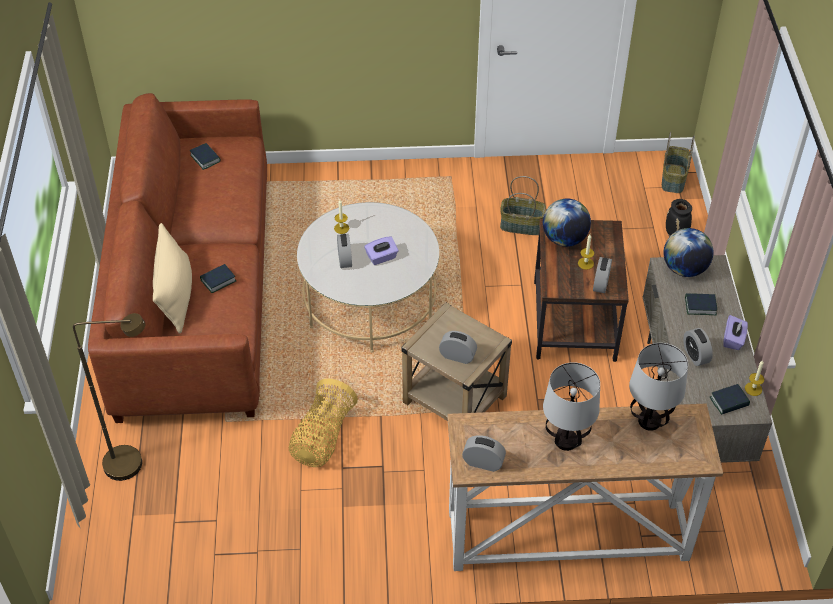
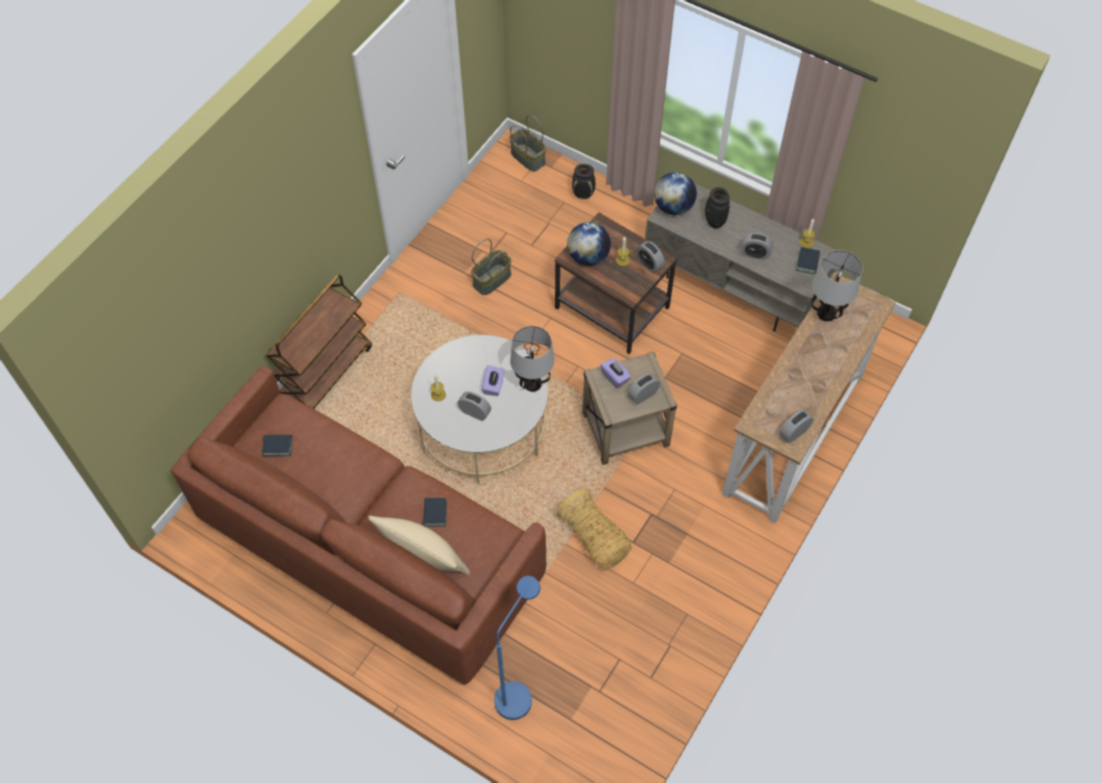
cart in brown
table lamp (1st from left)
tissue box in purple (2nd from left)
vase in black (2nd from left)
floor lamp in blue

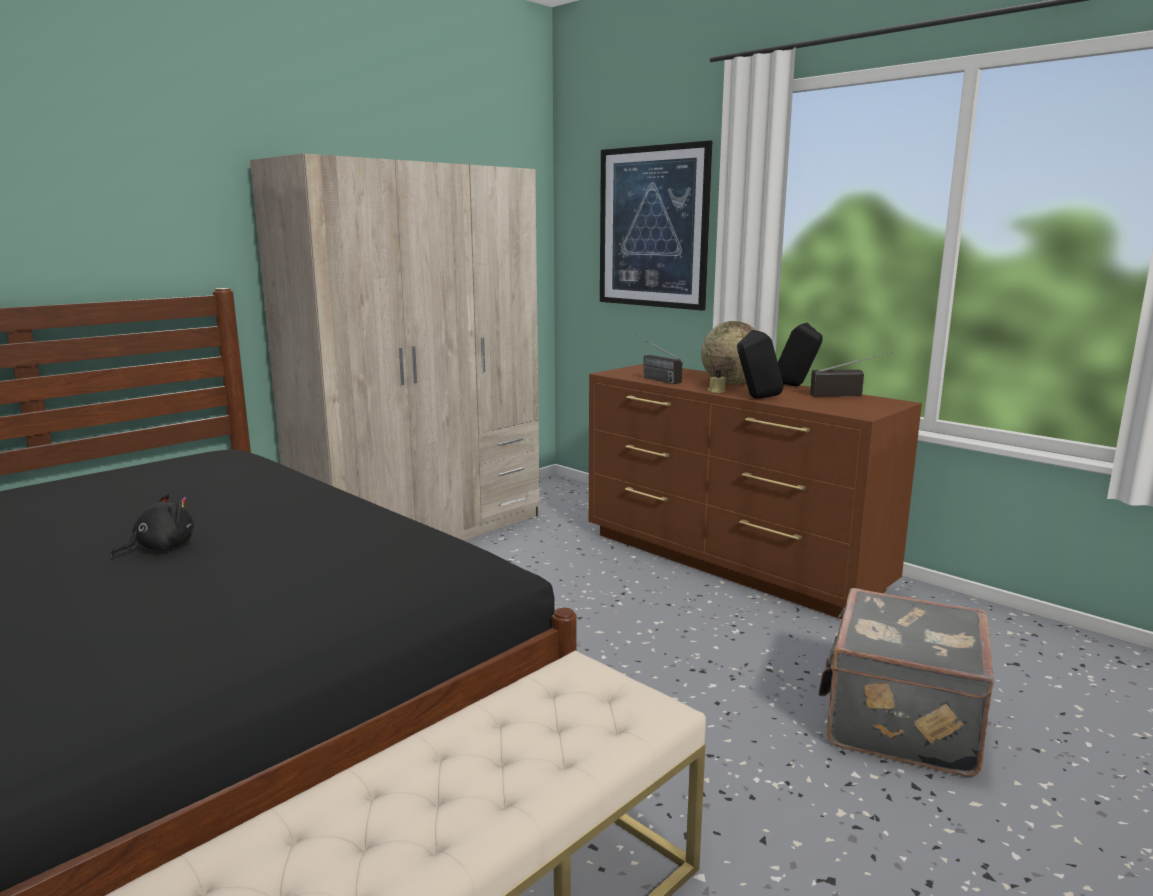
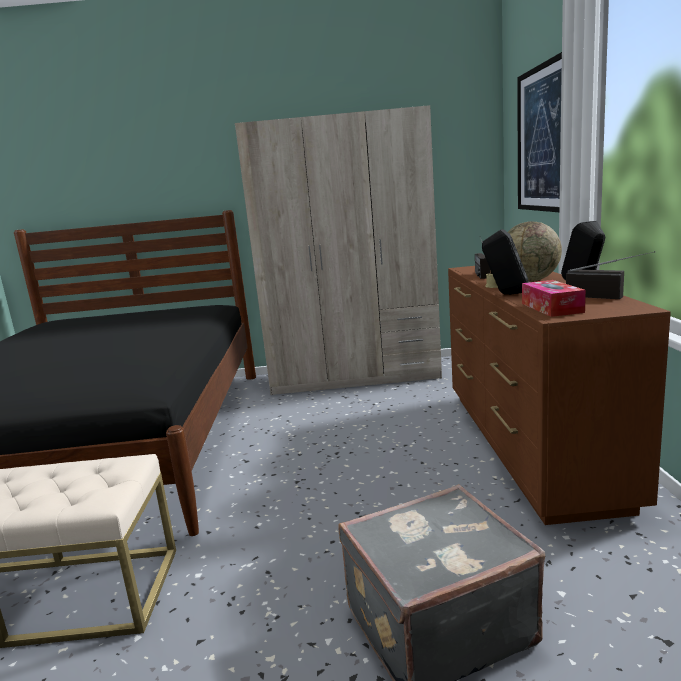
plush toy in black
tissue box

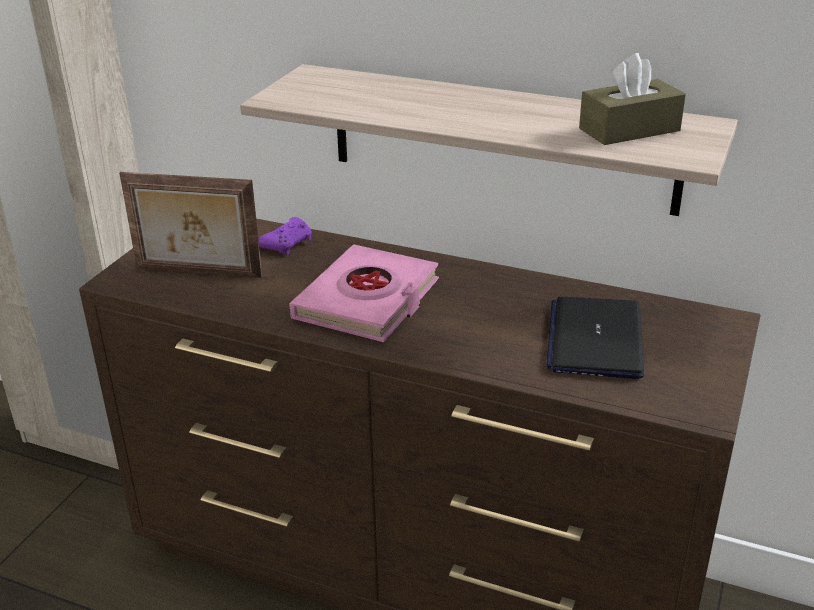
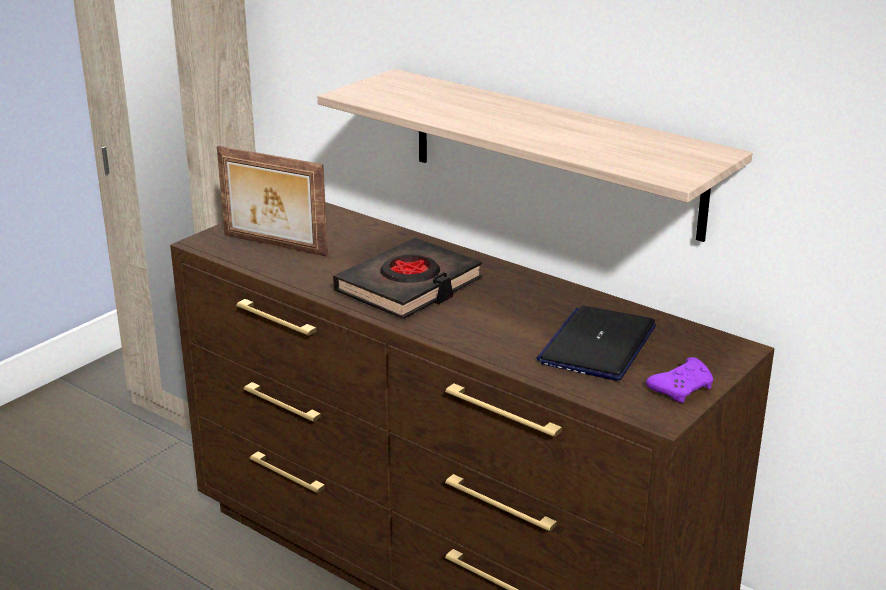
tissue box in brown
game controller in purple
book in black

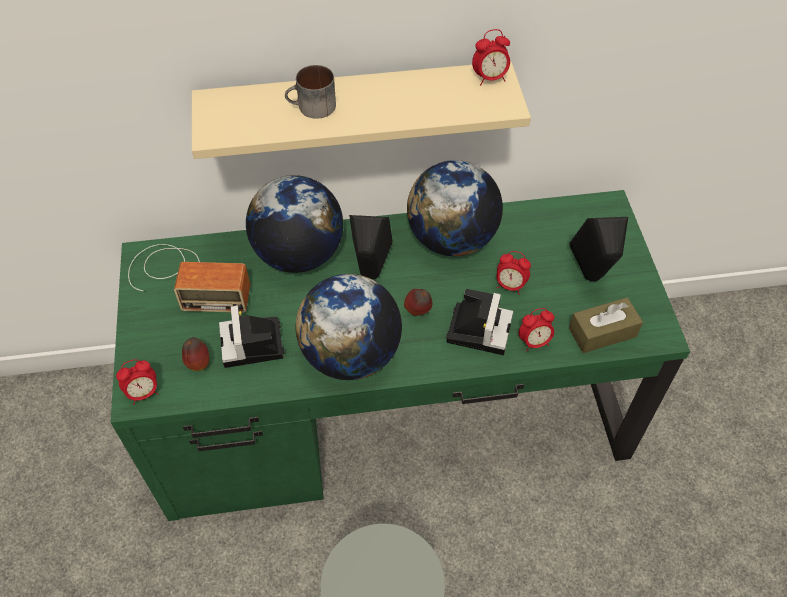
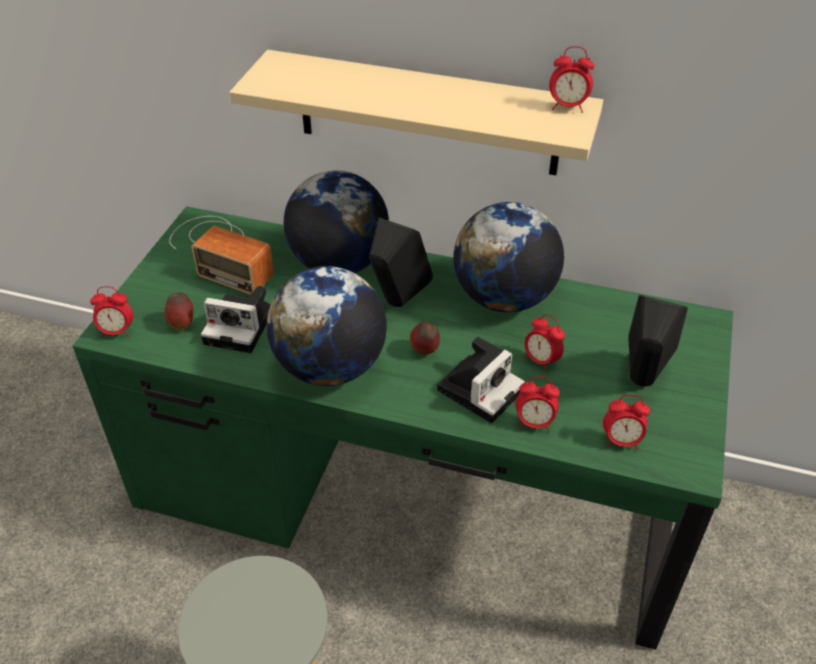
mug
alarm clock (5th from left)
photo camera (1st from left)

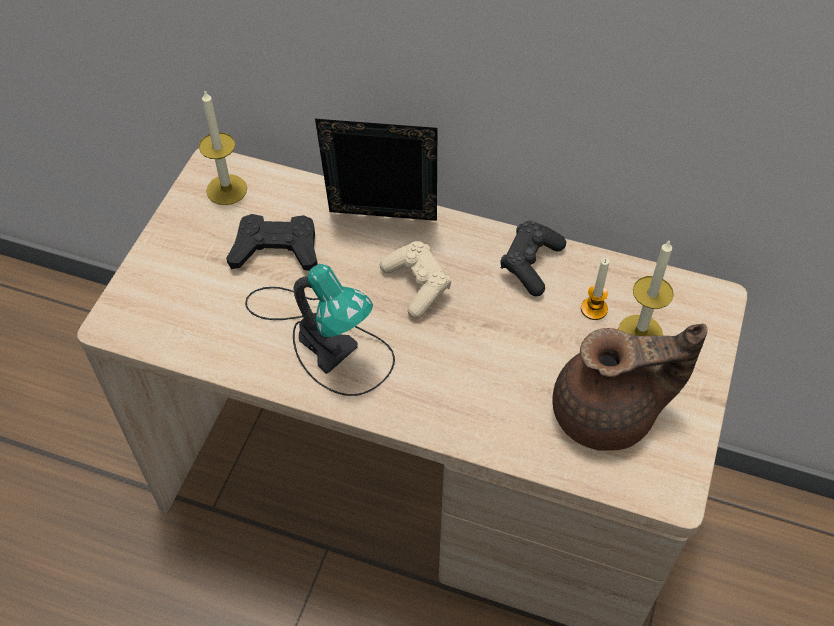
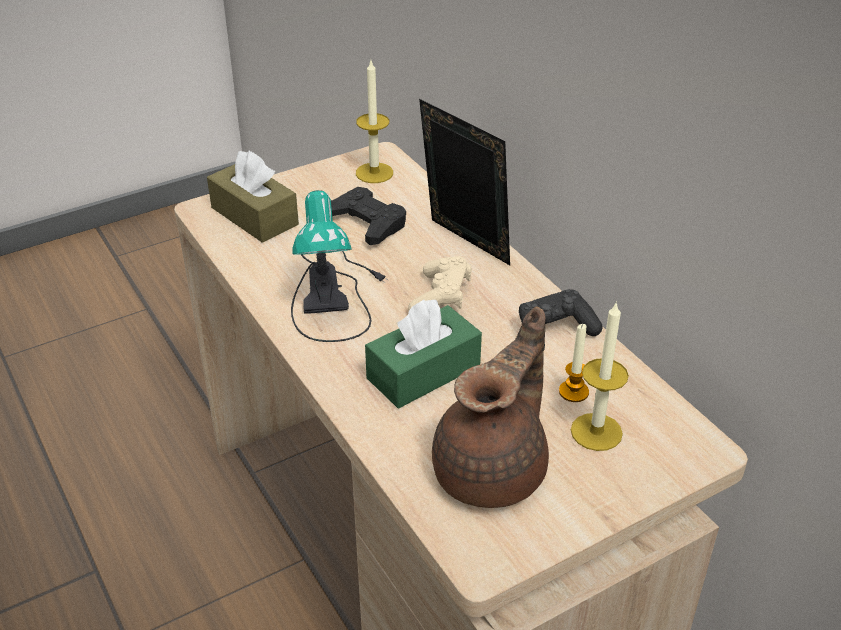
tissue box in brown
tissue box in green
teapot in brown

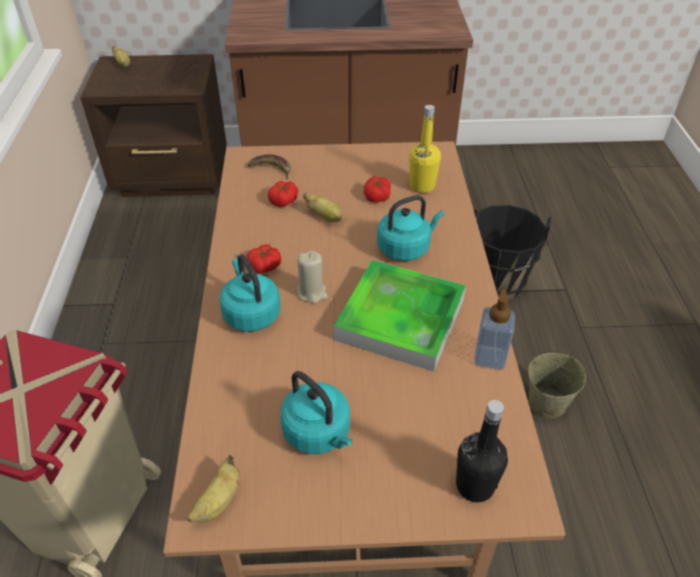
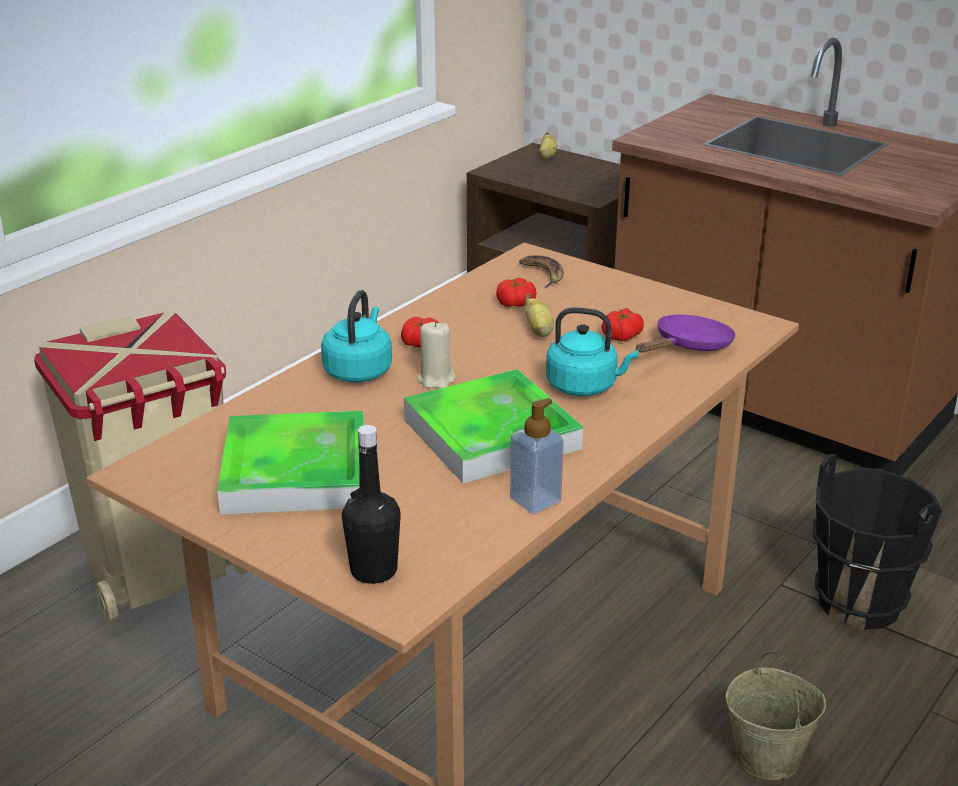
banana (2nd from left in the first image)
tray (1st from left)
frying pan in purple

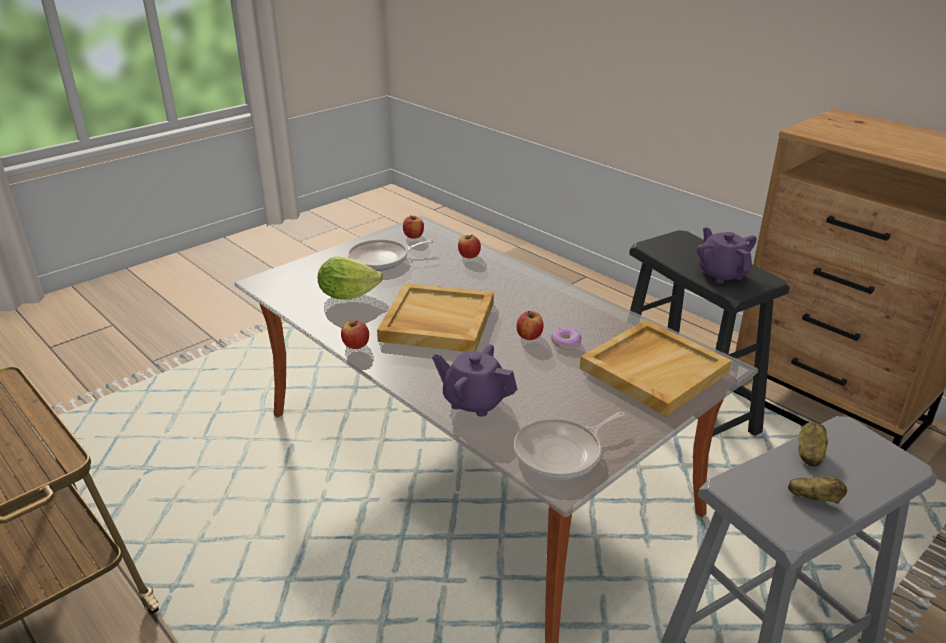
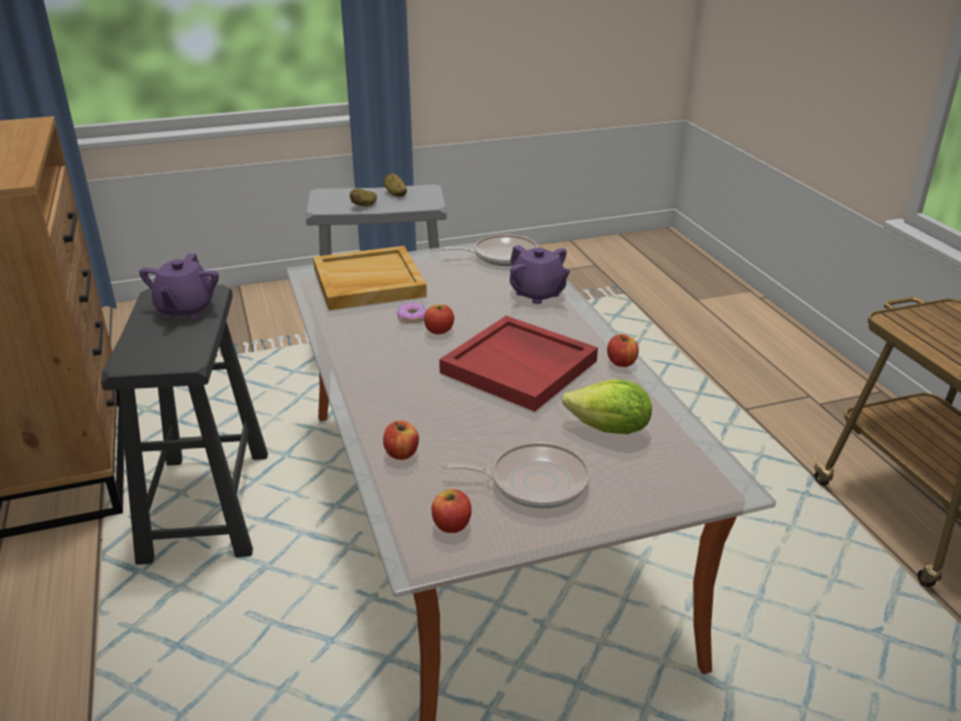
tray in red

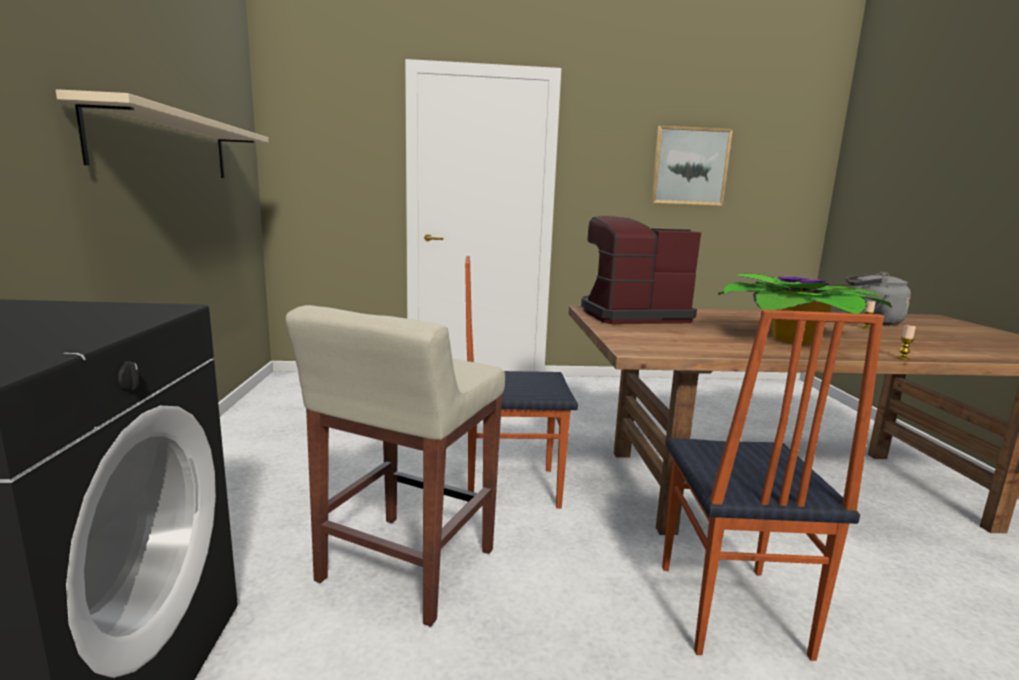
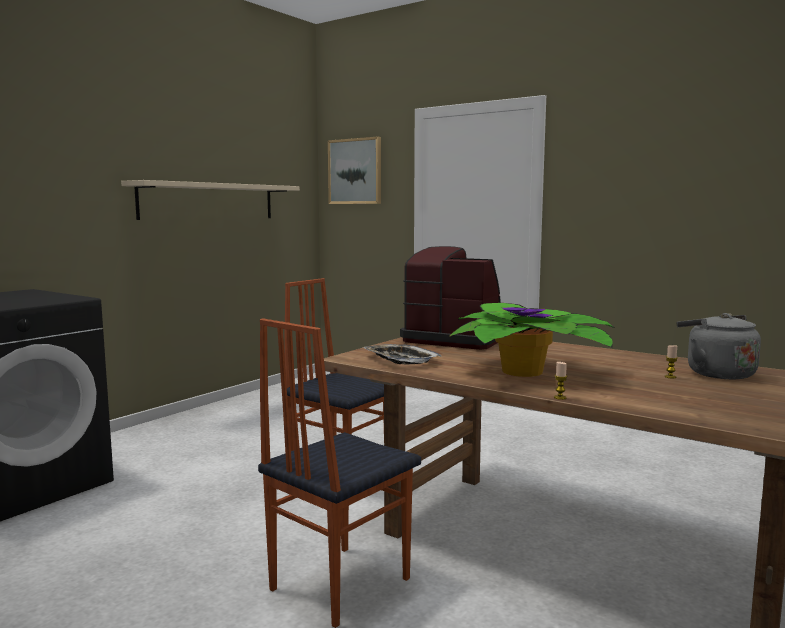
stool in beige
tray
picture

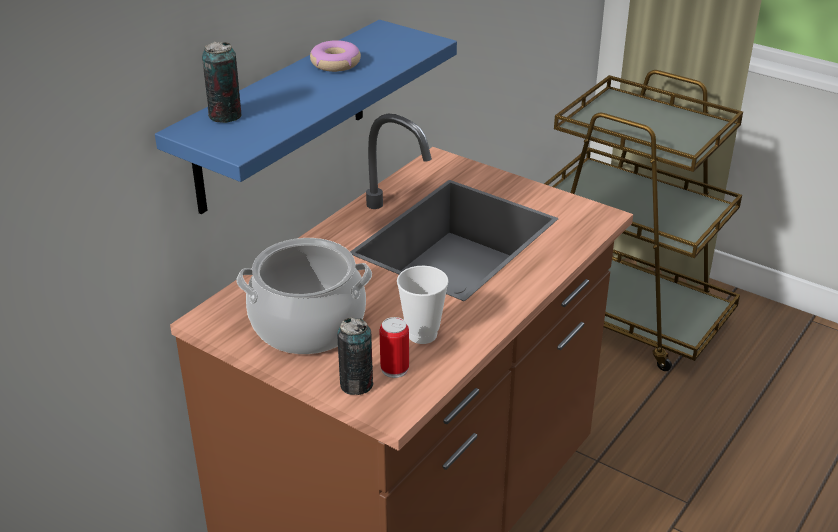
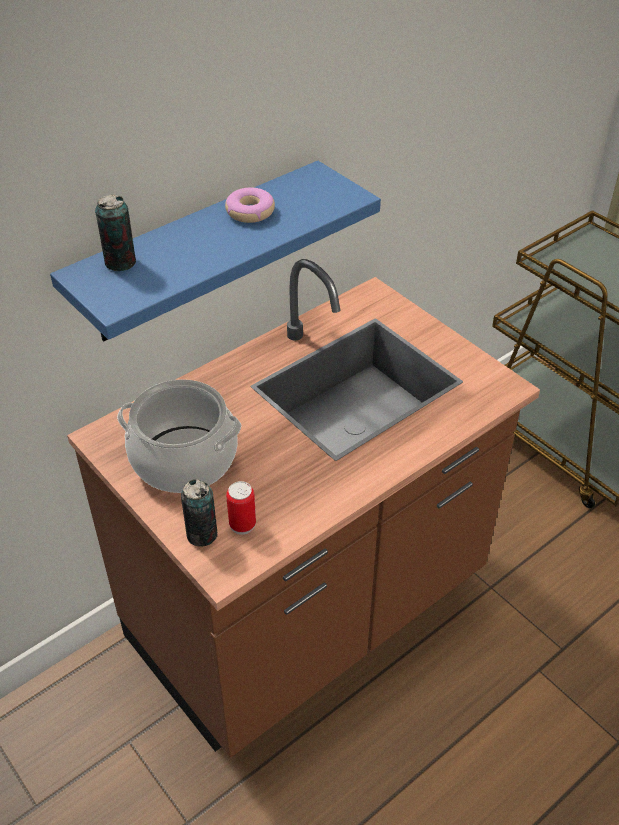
cup

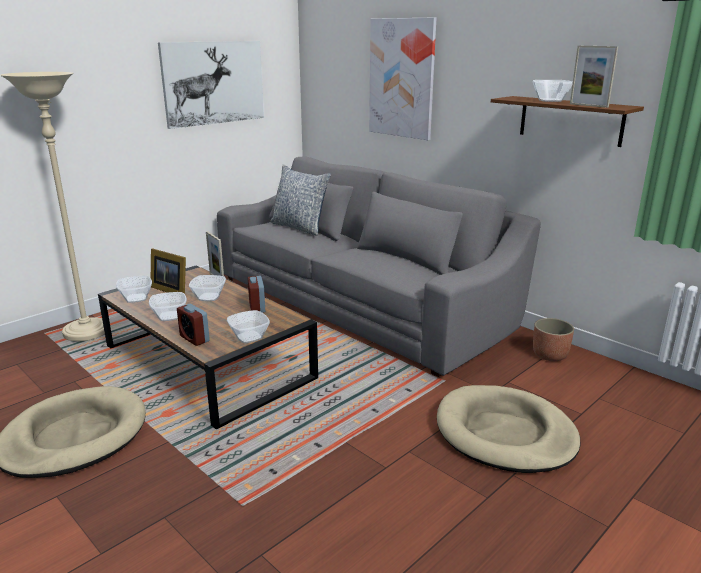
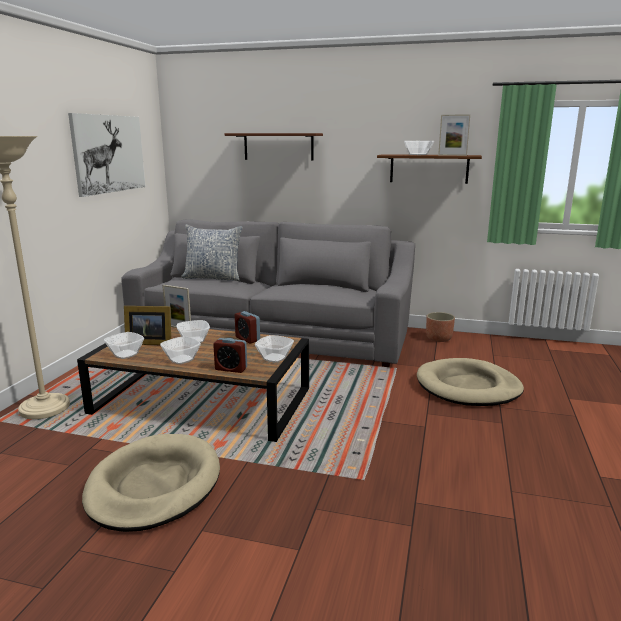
shelf in brown (1st from left)

